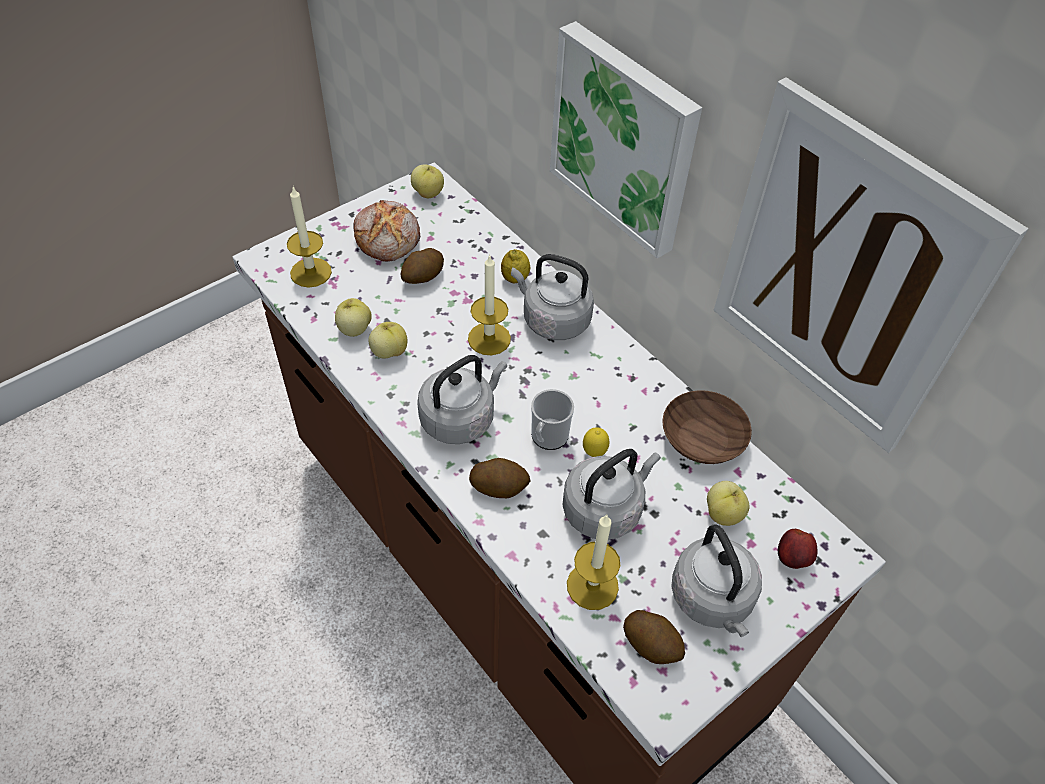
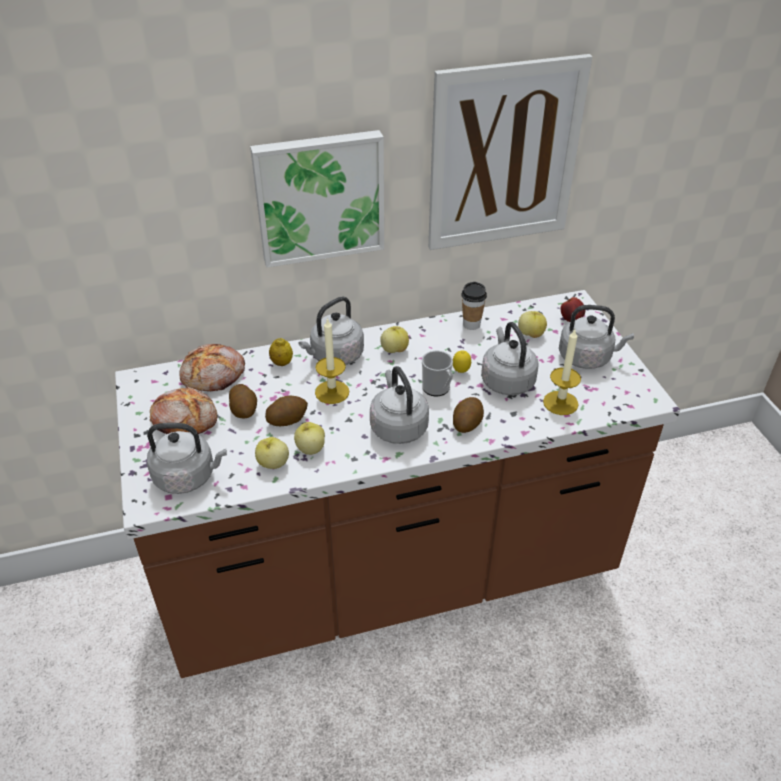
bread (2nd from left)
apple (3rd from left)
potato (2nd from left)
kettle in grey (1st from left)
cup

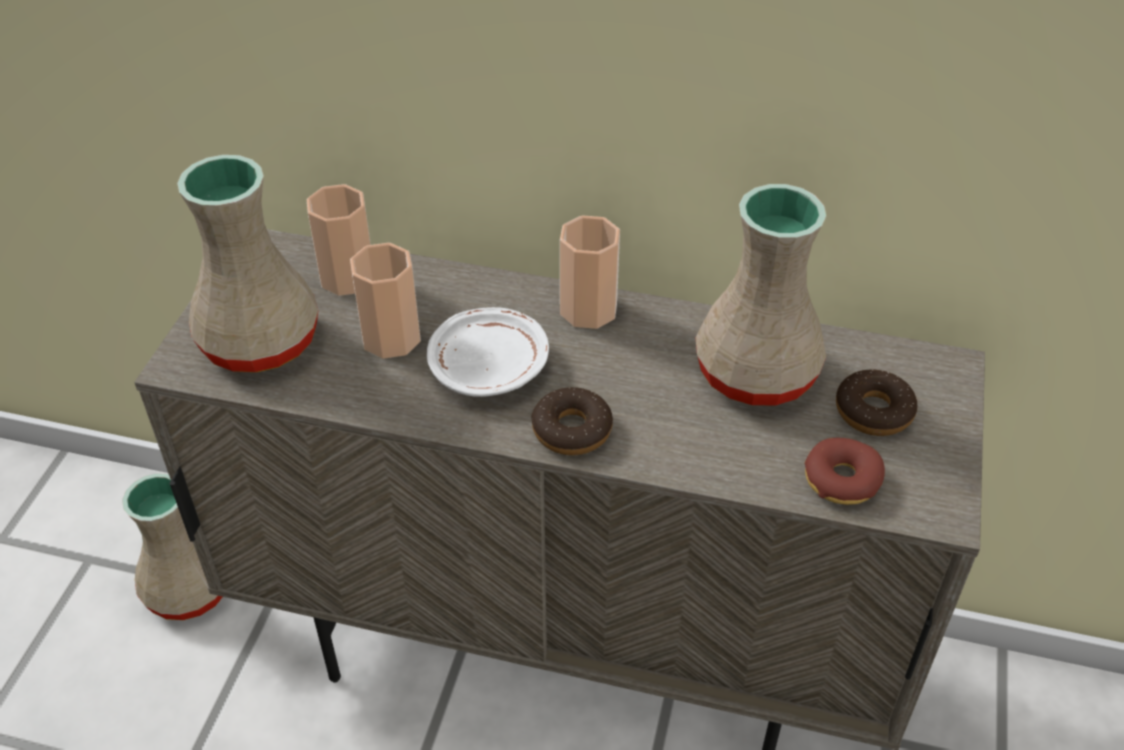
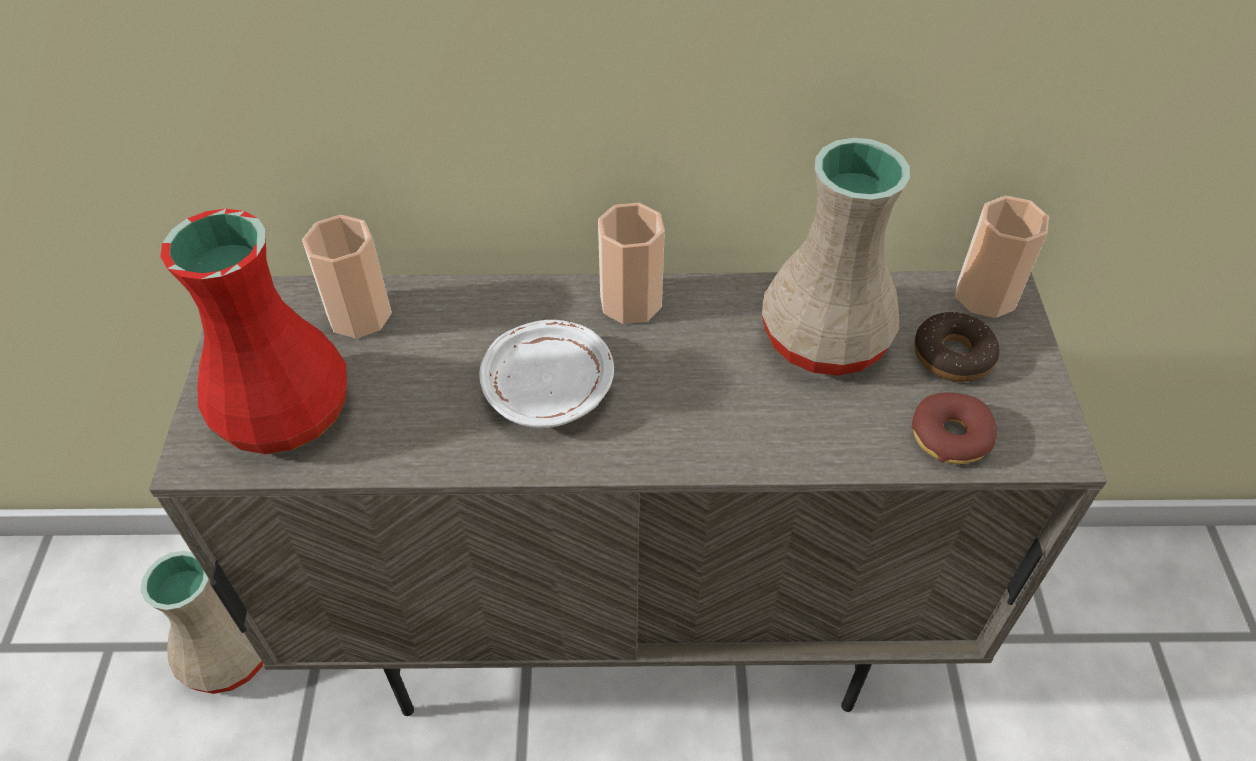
donut (1st from left in the first image)
cup (3rd from left)
vase in red

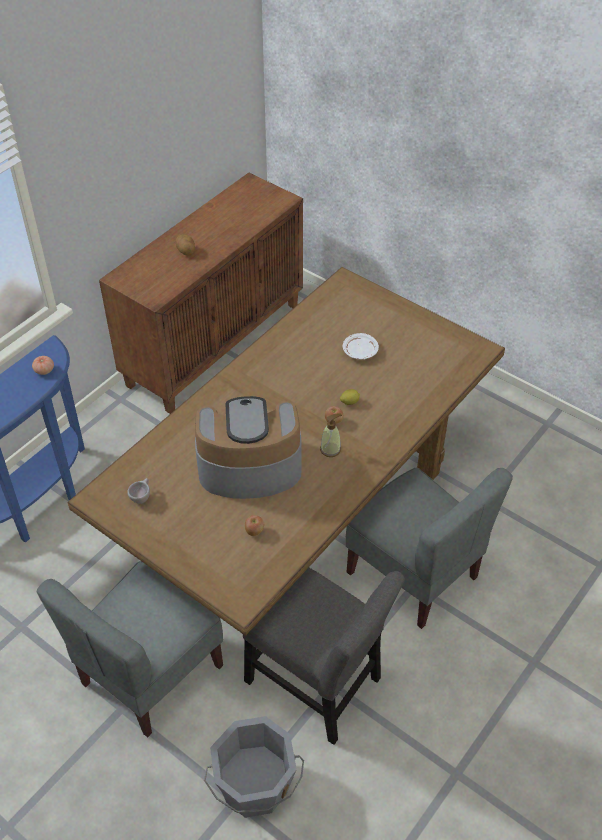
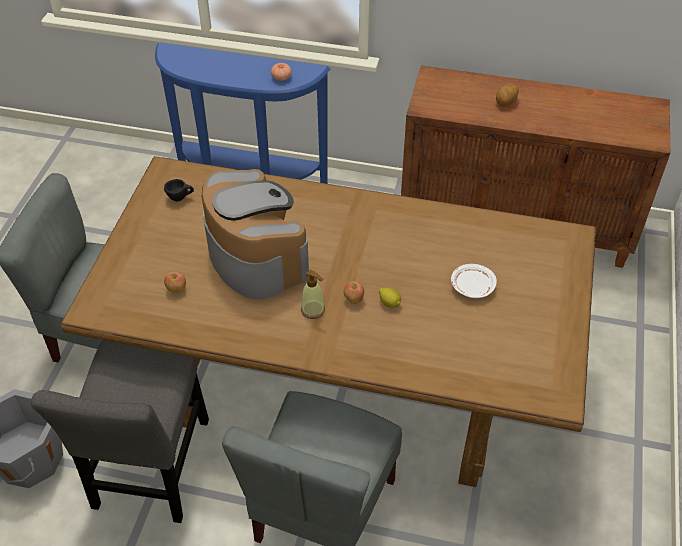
cup in black

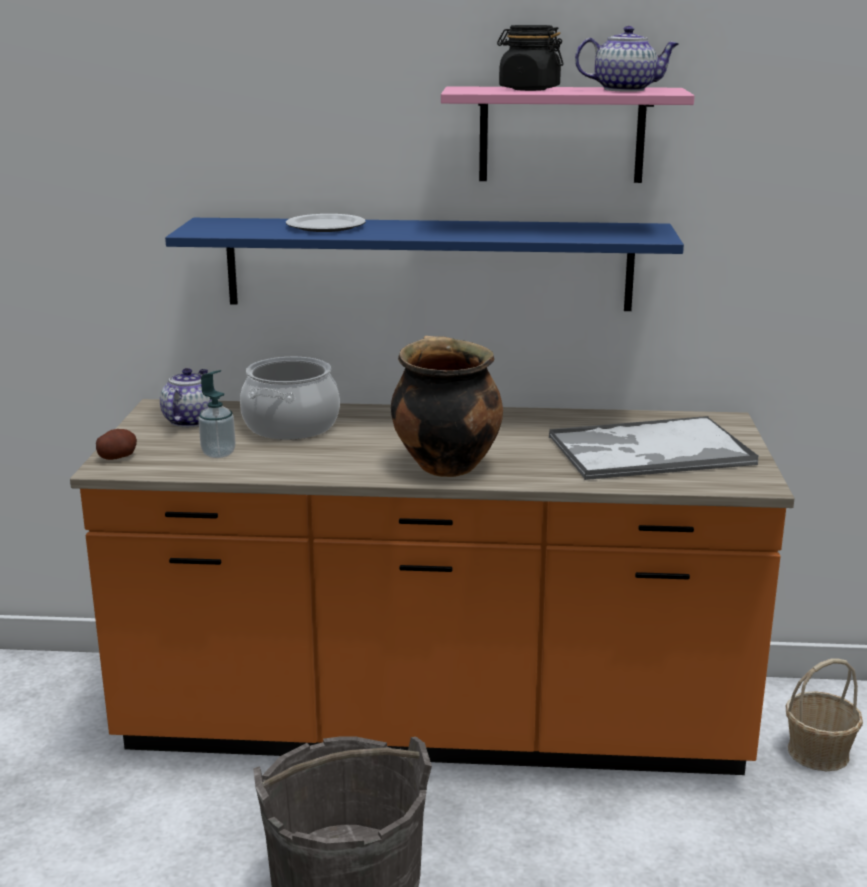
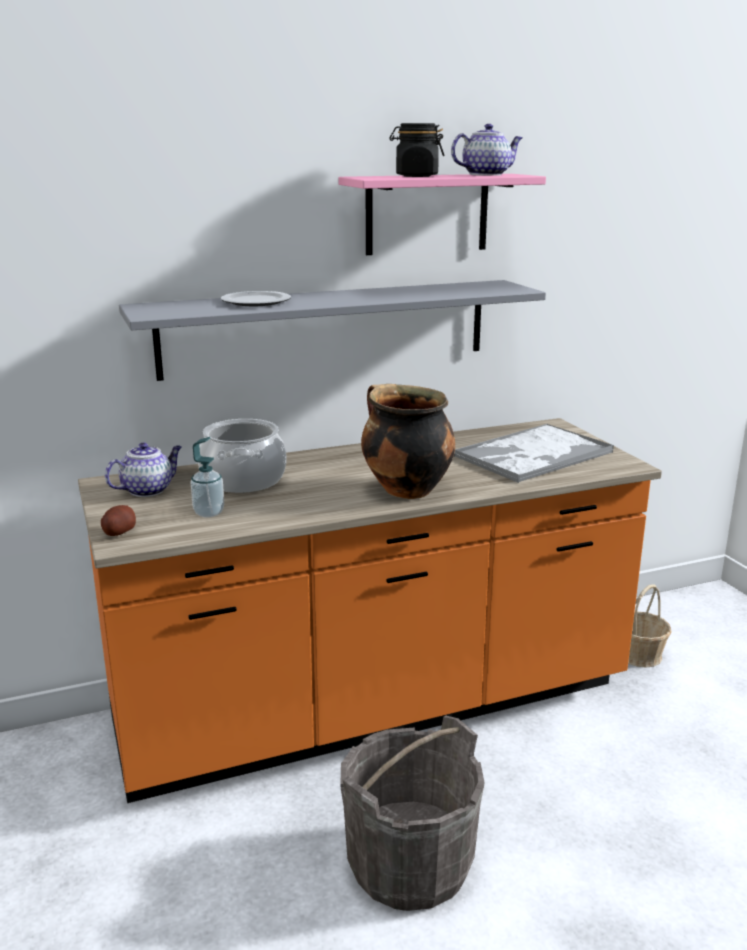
shelf in grey
teapot (1st from left)

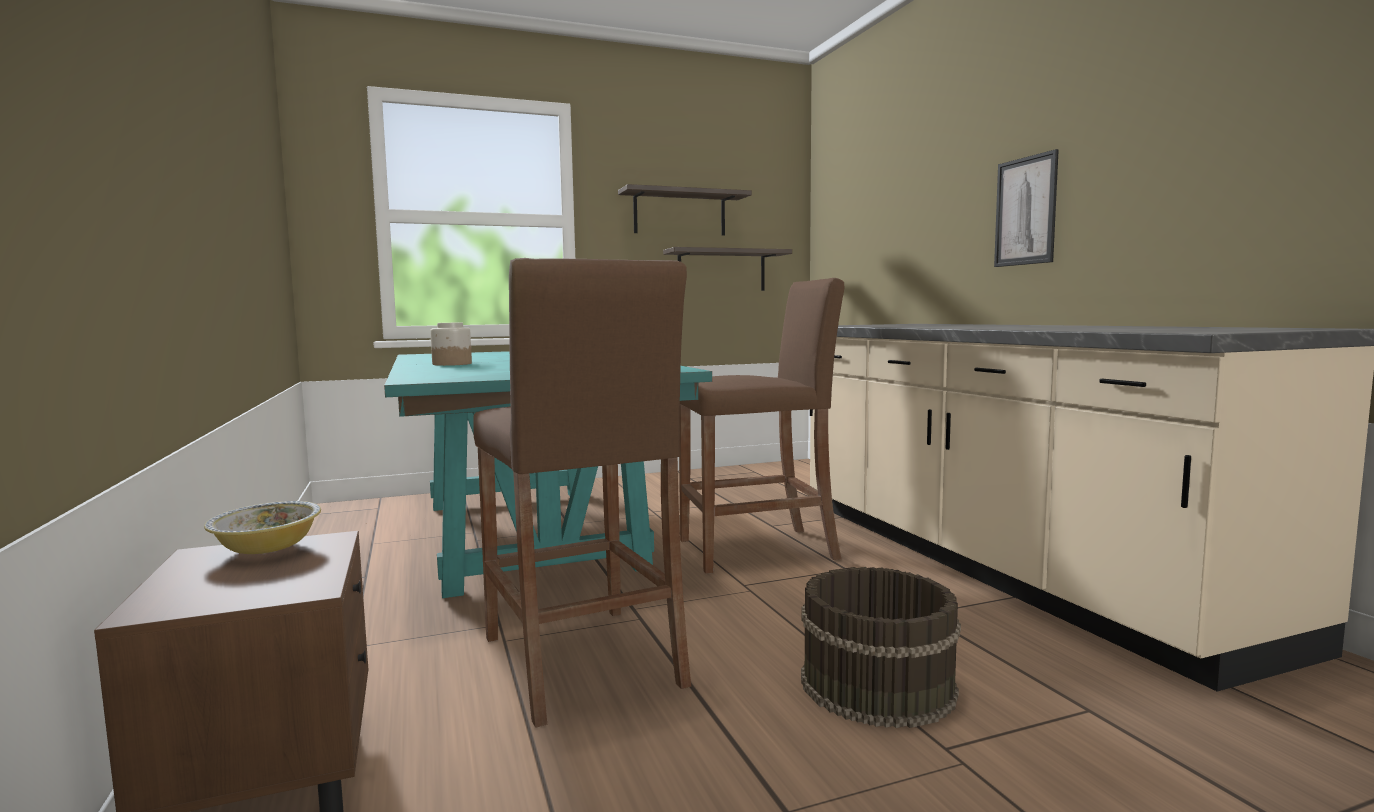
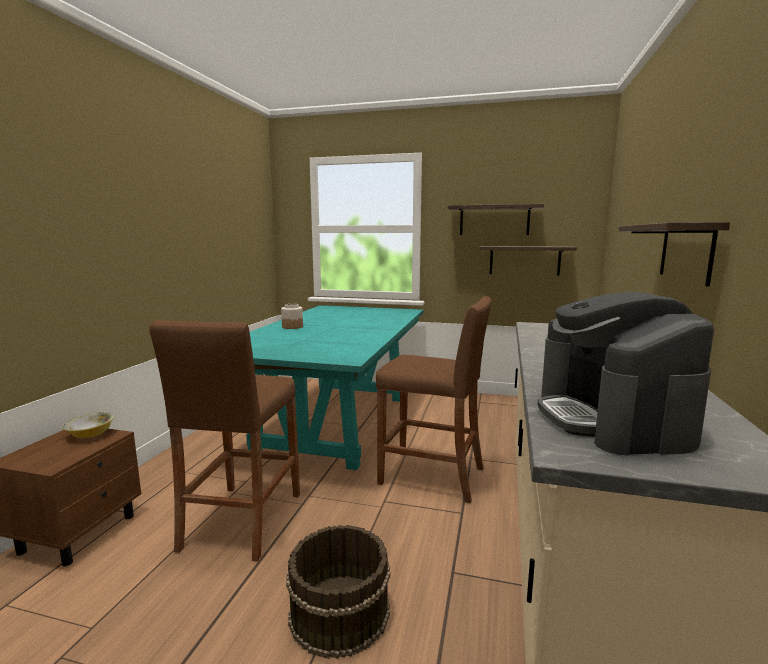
coffee machine
shelf (3rd from left)

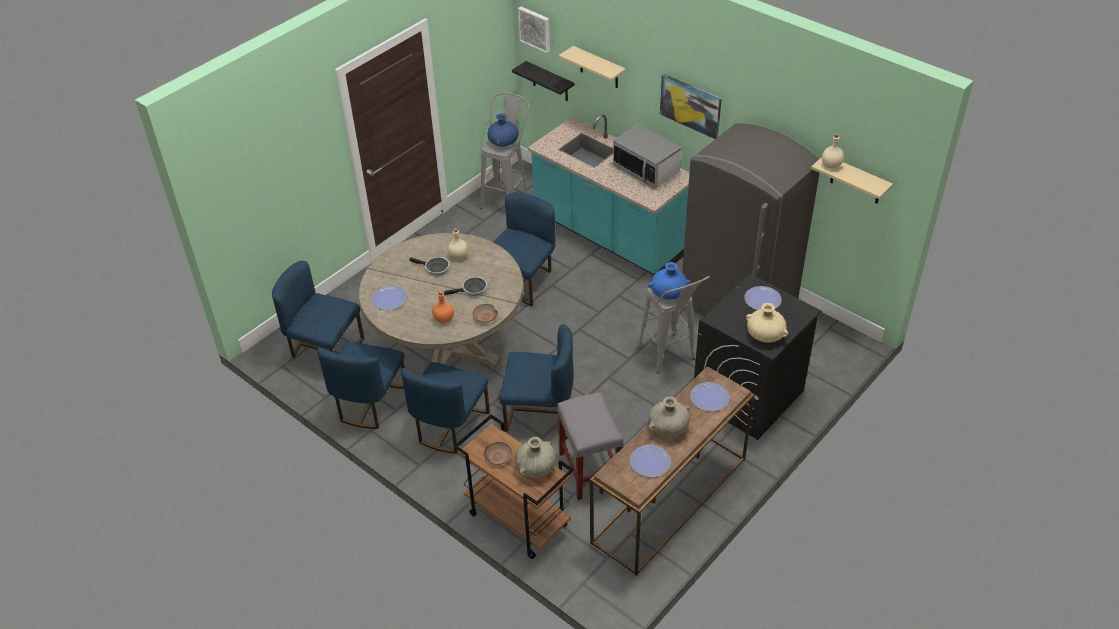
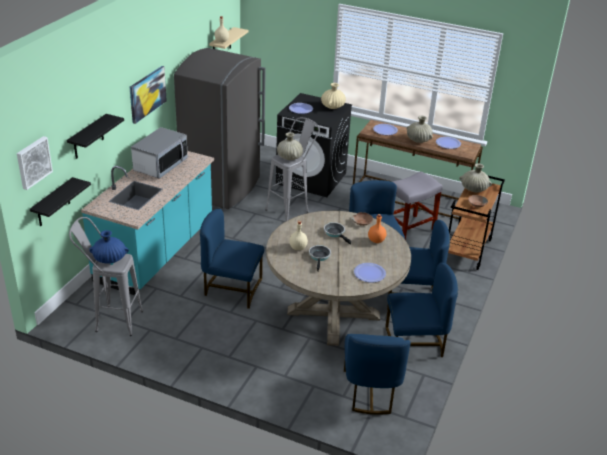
shelf in black (2nd from left)
vase in beige (1st from left)

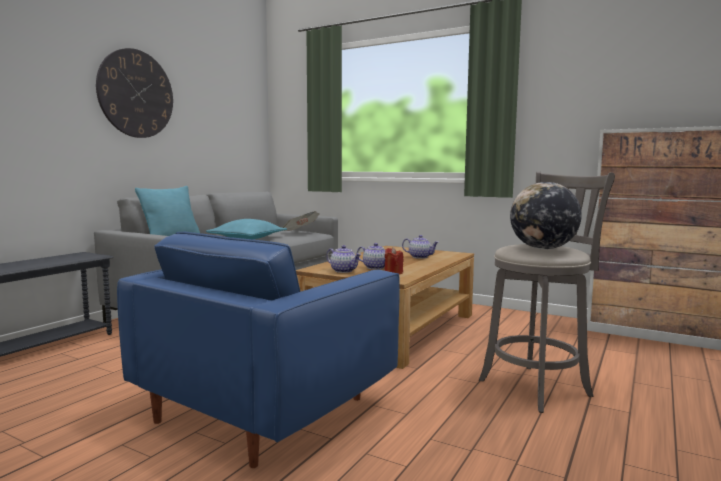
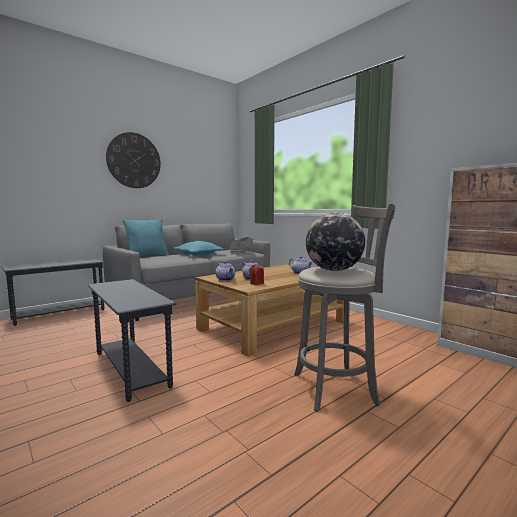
side table in grey (2nd from left)

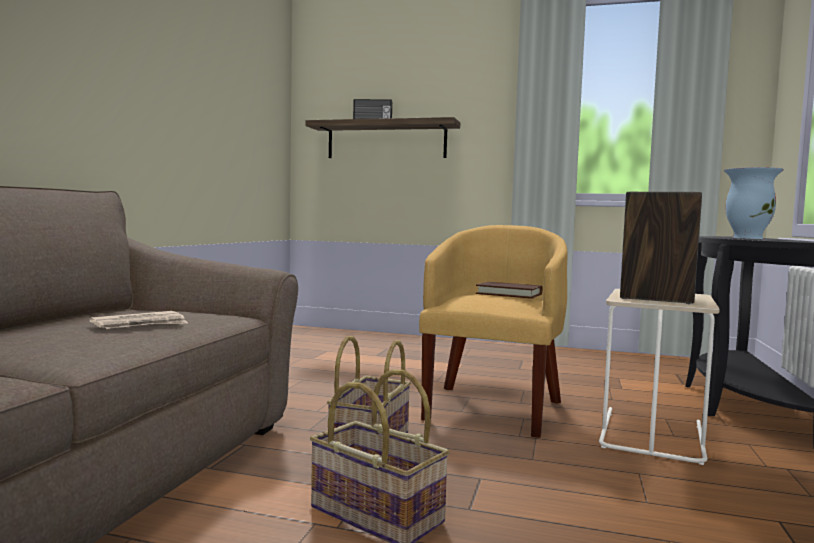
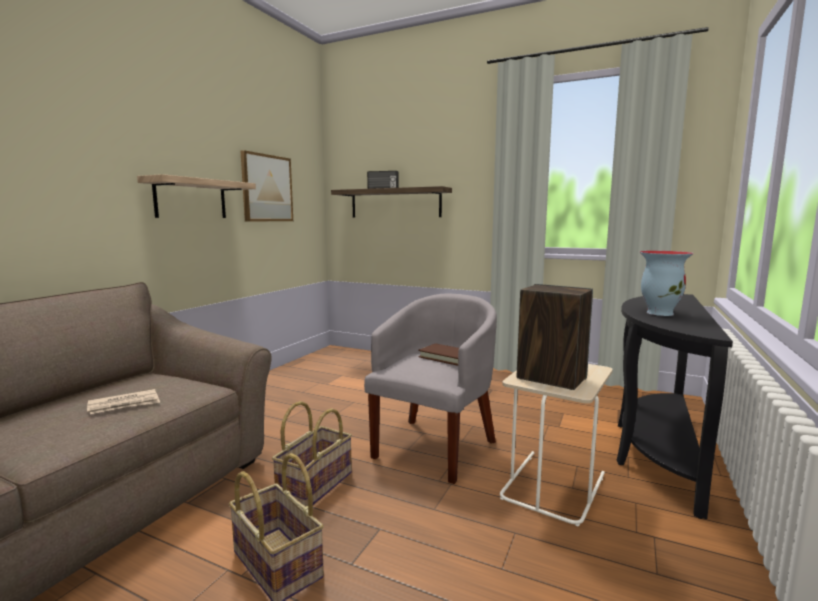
shelf (1st from left)
picture
armchair in grey

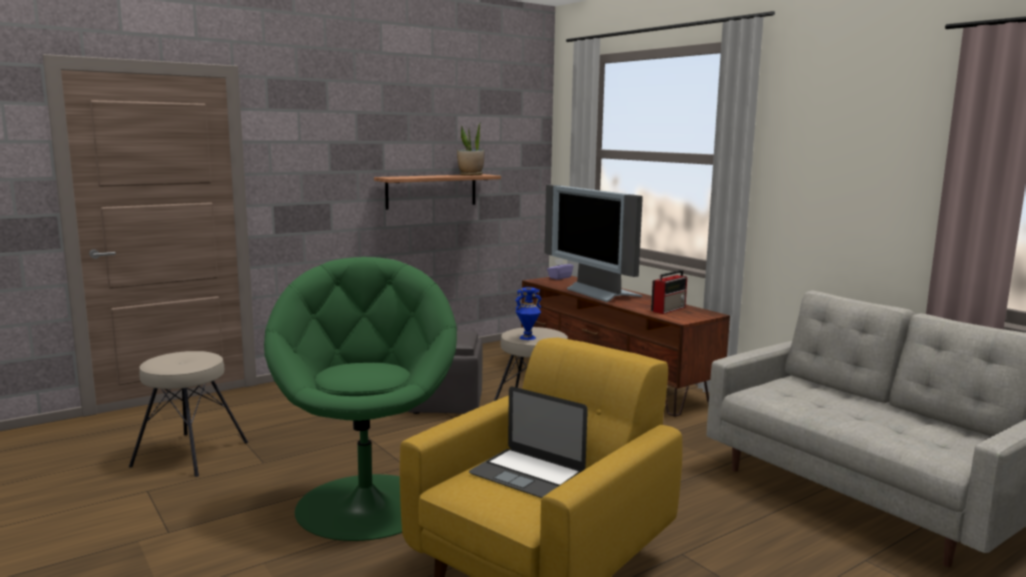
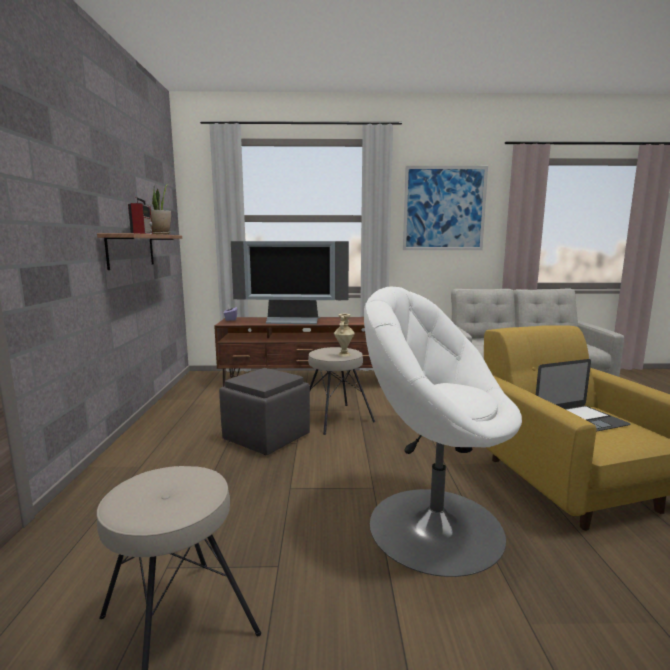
picture
radio
armchair in white
vase in beige

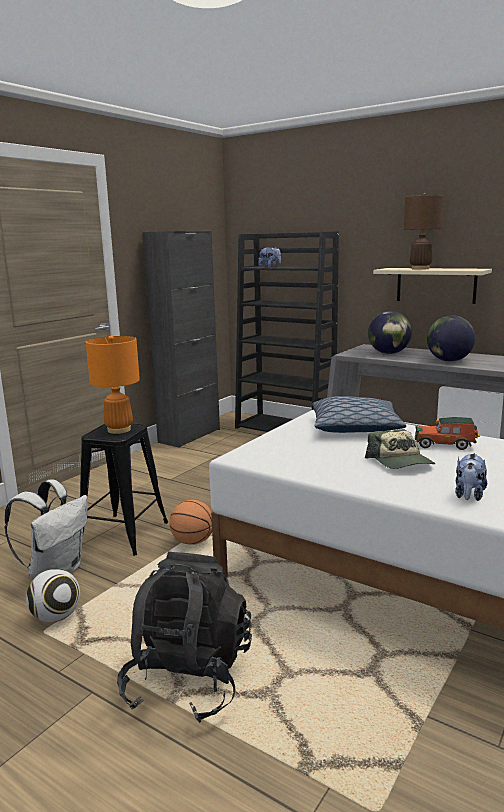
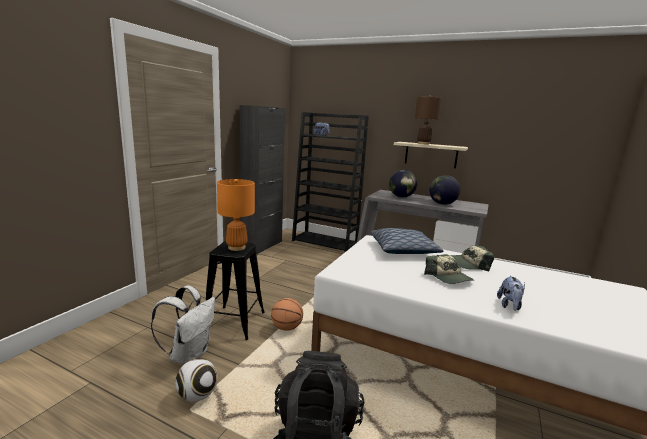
cap (2nd from left)

